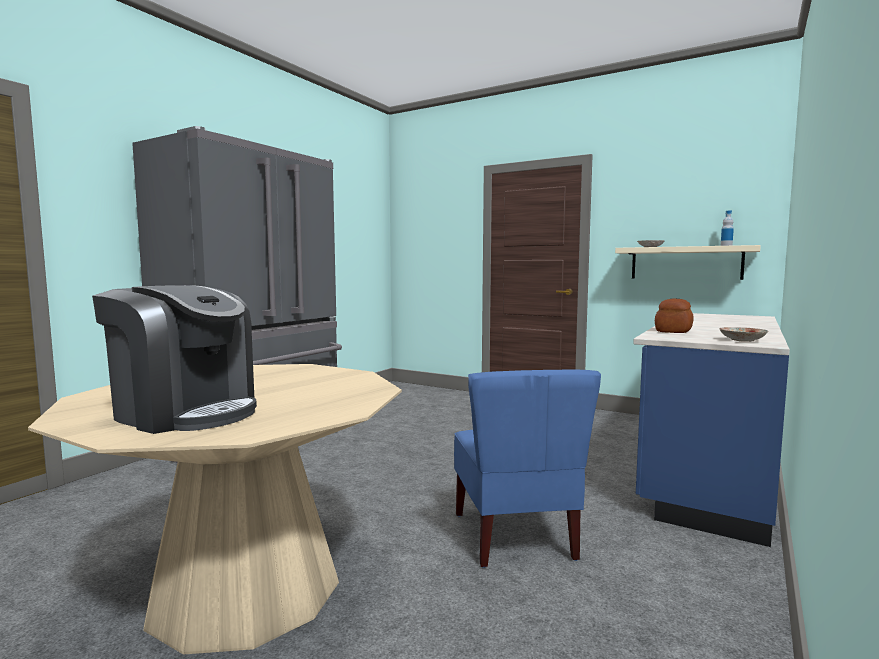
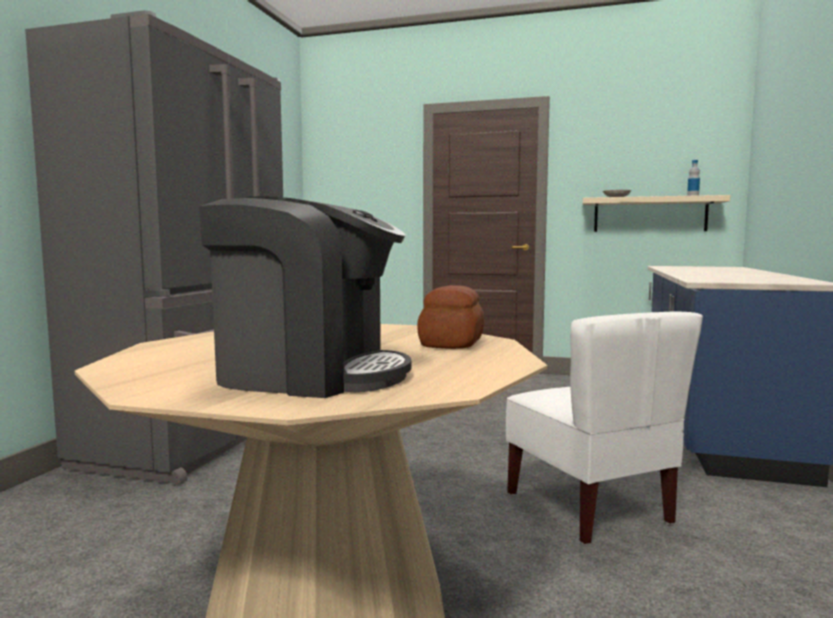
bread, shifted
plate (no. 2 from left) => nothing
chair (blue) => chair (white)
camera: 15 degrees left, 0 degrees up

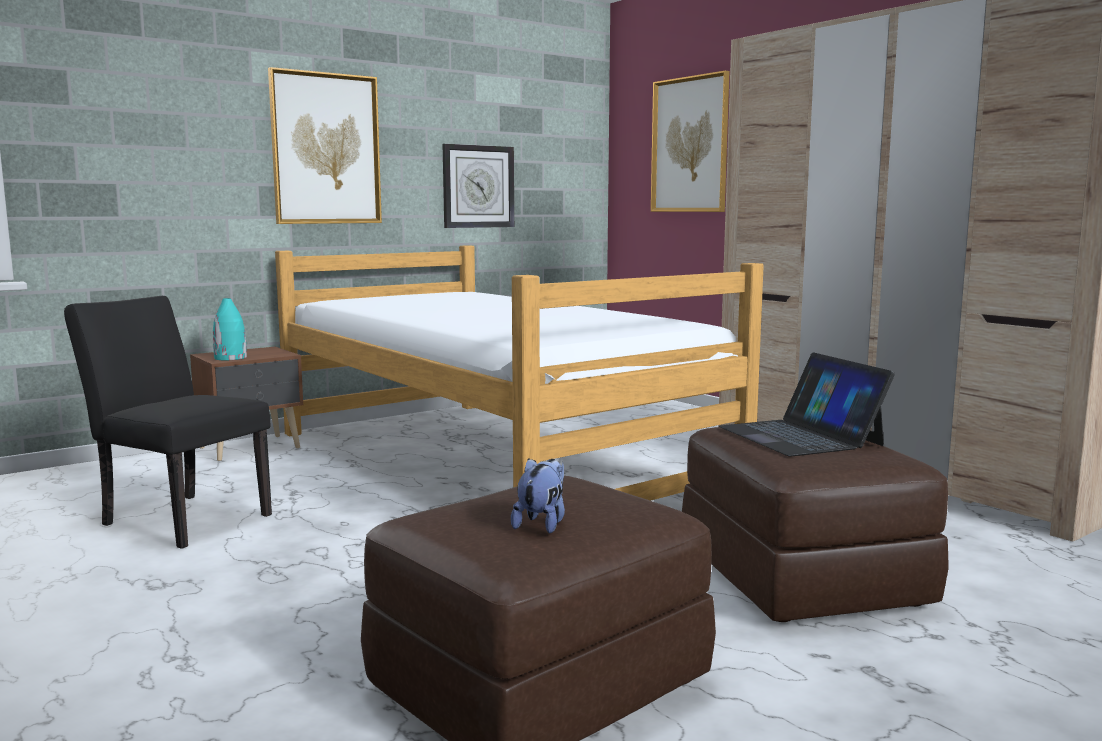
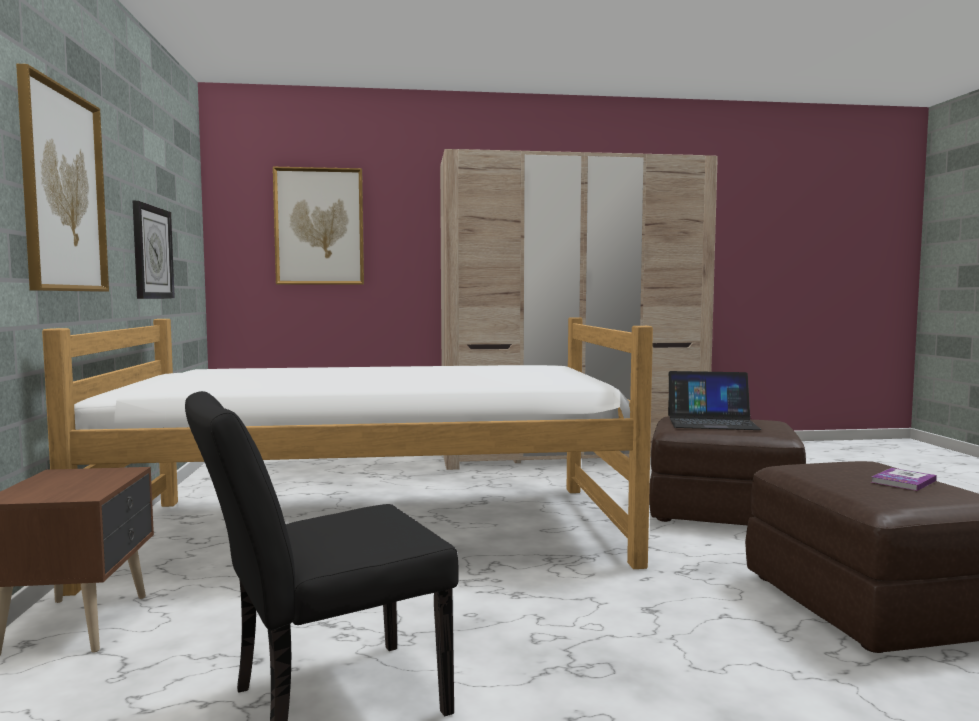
vase (turquoise) => nothing
plush toy => book
camera: 60 degrees left, 5 degrees down

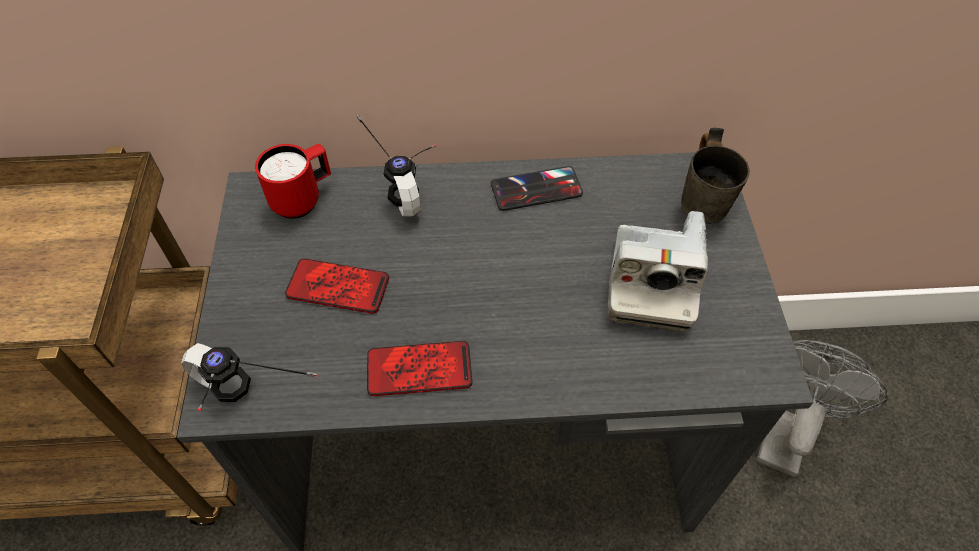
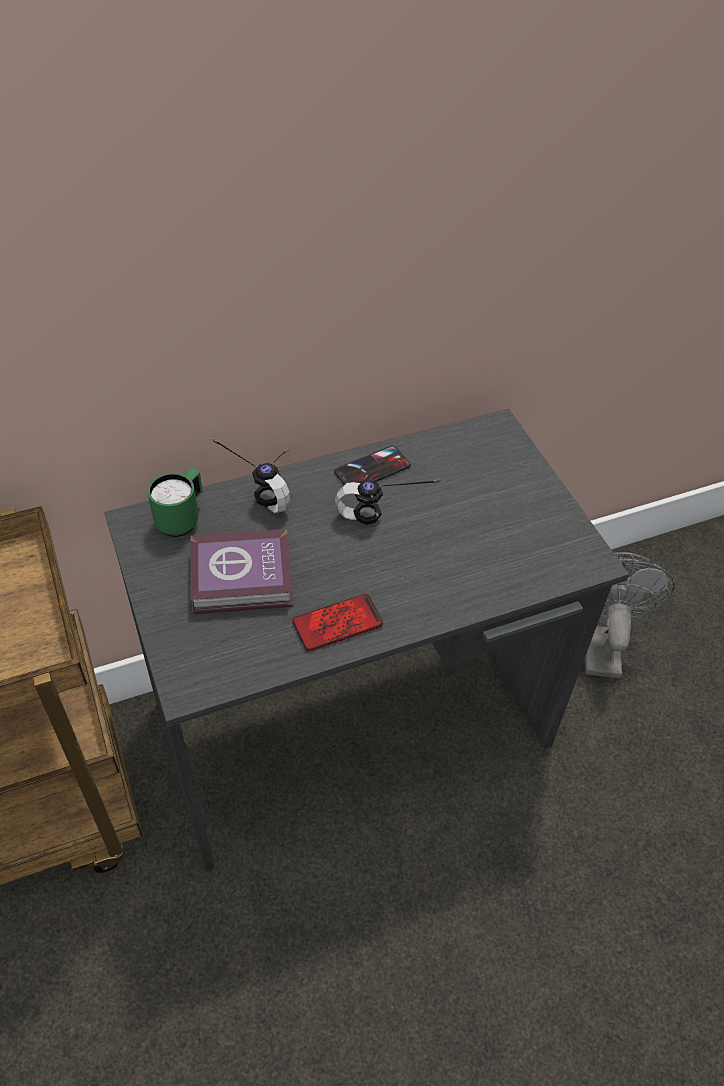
mug (grey) => nothing
mug (red) => mug (green)
photo camera => nothing
phone (no. 1 from left) => book
headphones (no. 1 from left in the first image) => headphones (no. 2 from left), shifted
camera: 20 degrees left, 5 degrees down

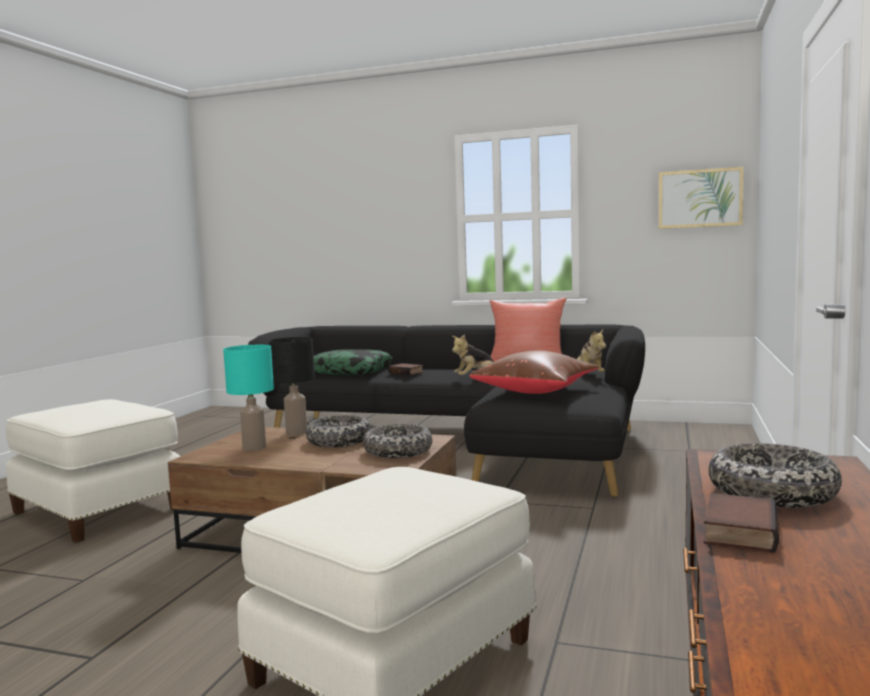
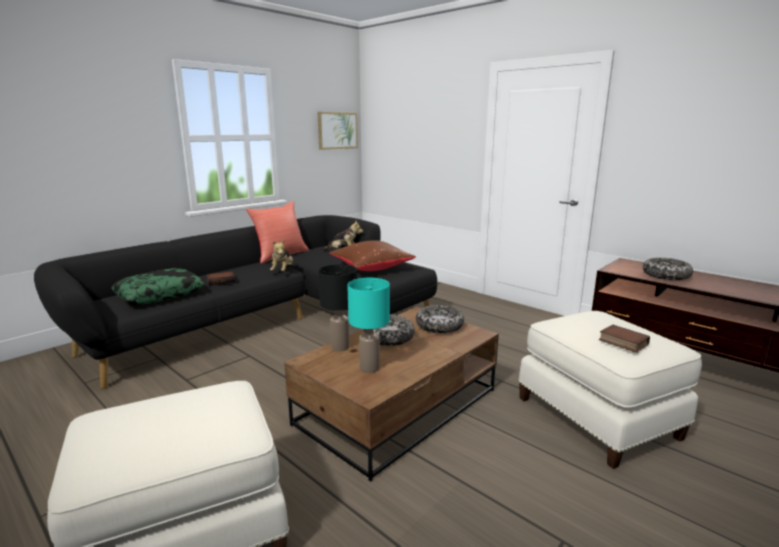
book (no. 2 from left), shifted
camera: 65 degrees left, 10 degrees up

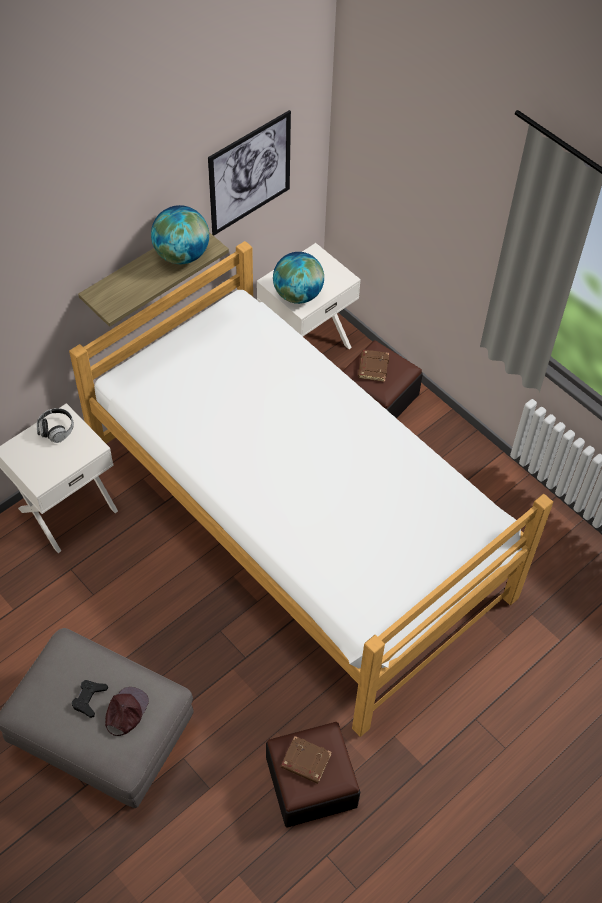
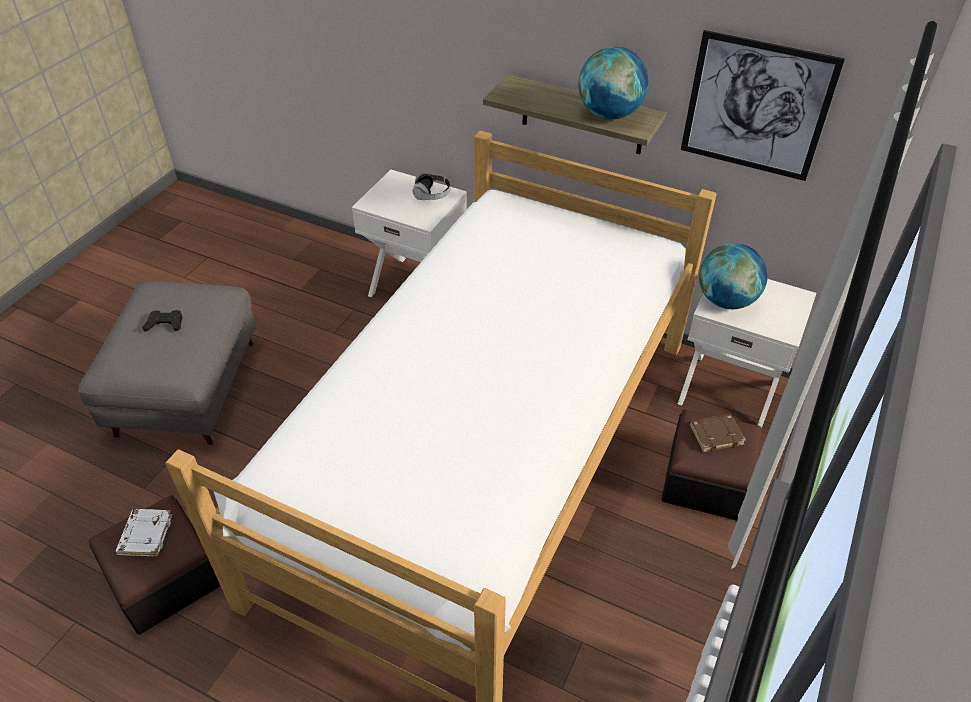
cap (brown) => nothing
book (brown) (no. 1 from left) => book (white)
camera: 70 degrees right, 10 degrees down

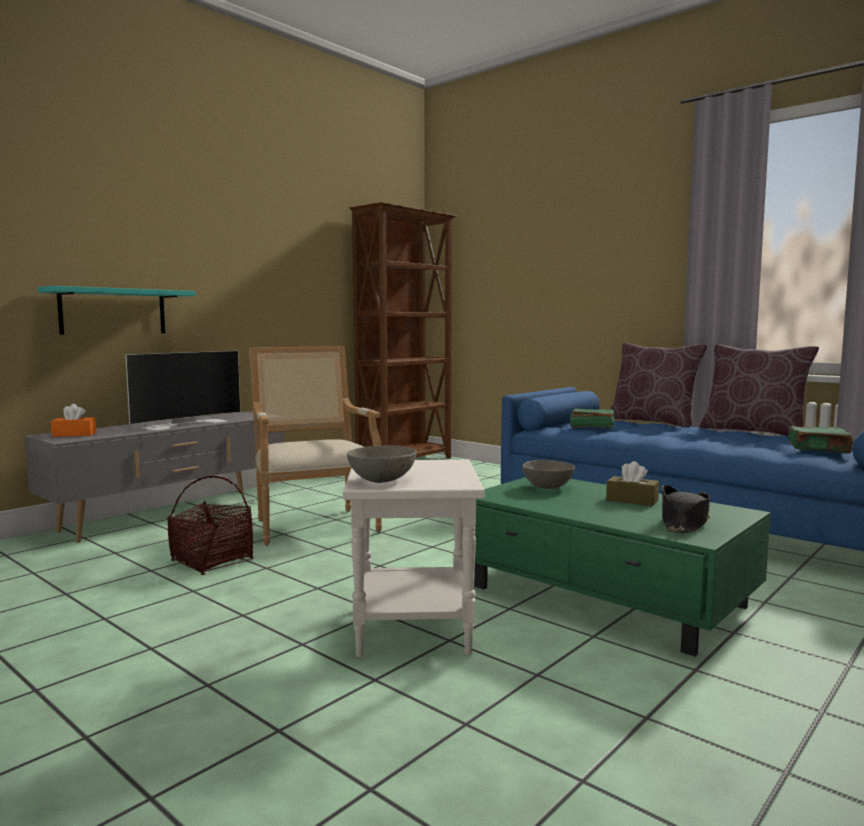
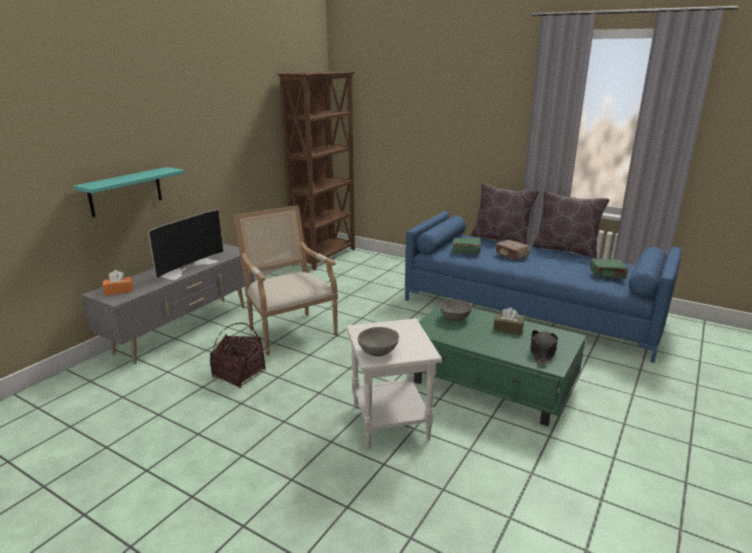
nothing => book (brown)
camera: 10 degrees left, 15 degrees up

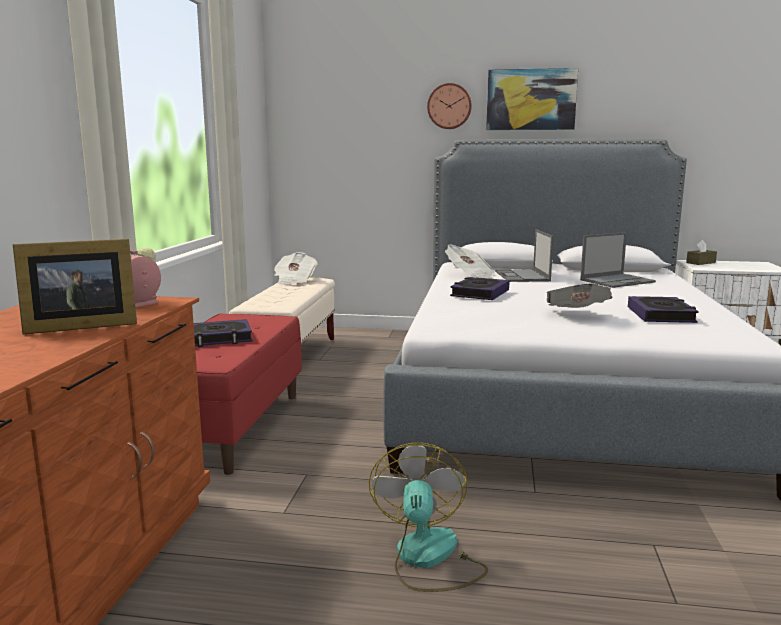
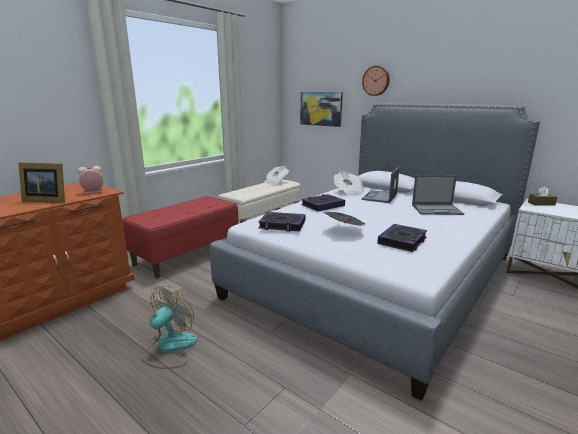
picture, shifted
book (no. 1 from left), shifted
camera: 30 degrees right, 5 degrees up

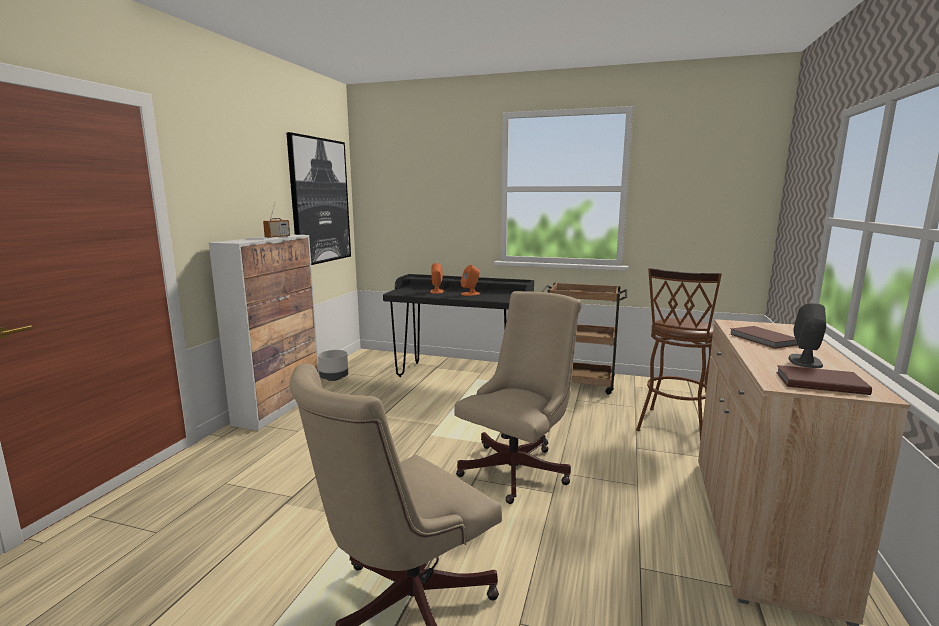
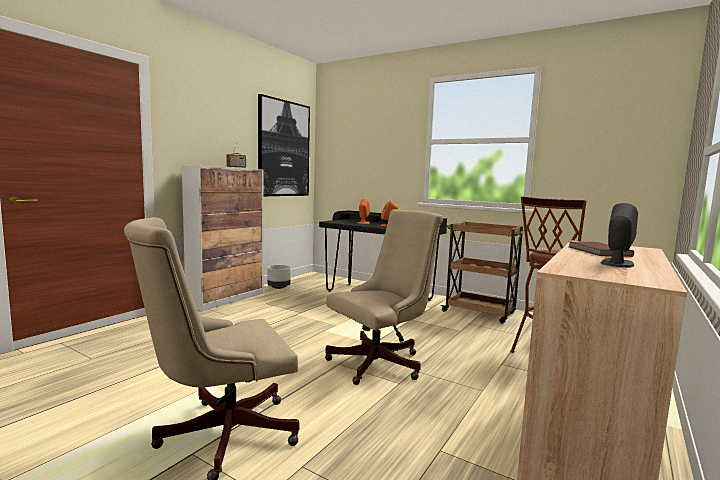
book (brown) (no. 2 from left) => nothing
camera: 15 degrees right, 5 degrees down

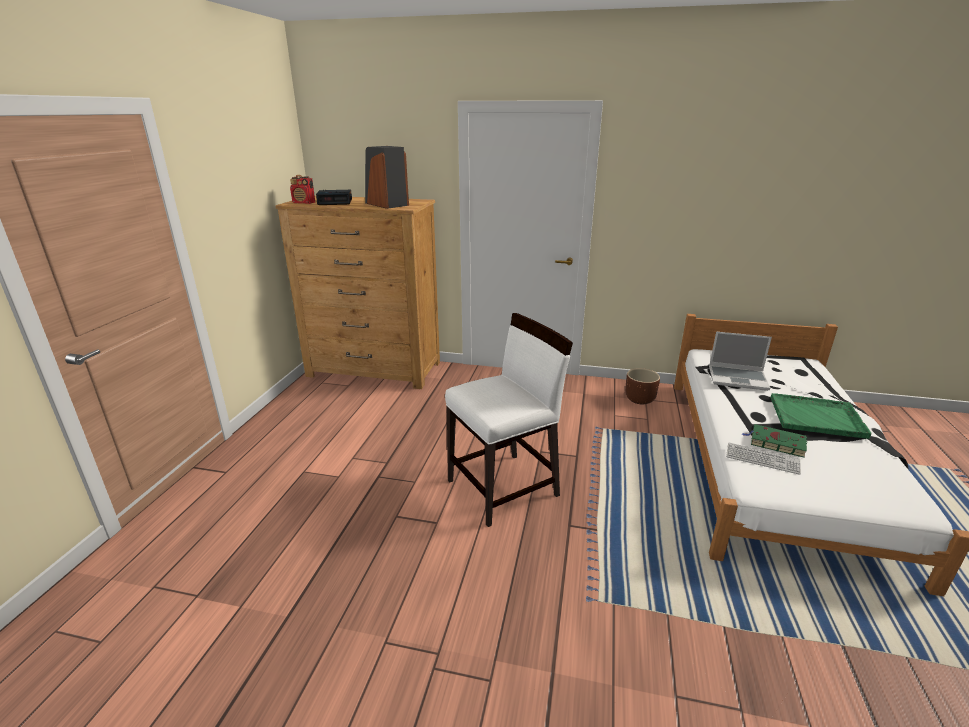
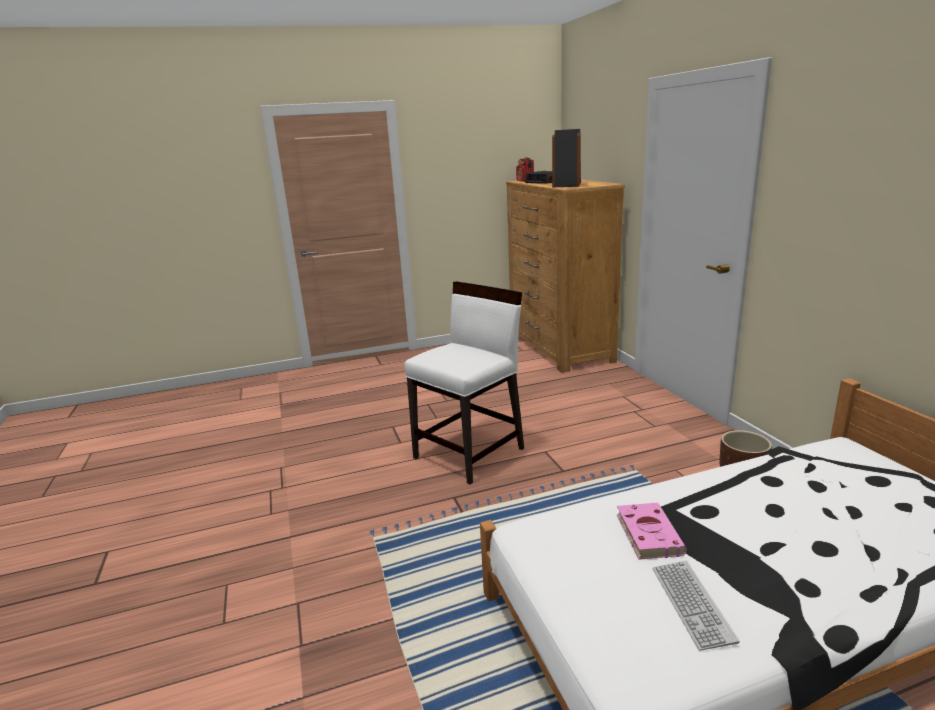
chair (white), 75 degrees counterclockwise
laptop => nothing
tray (green) => nothing
book (green) => book (pink)
keyboard, shifted
camera: 60 degrees right, 5 degrees down

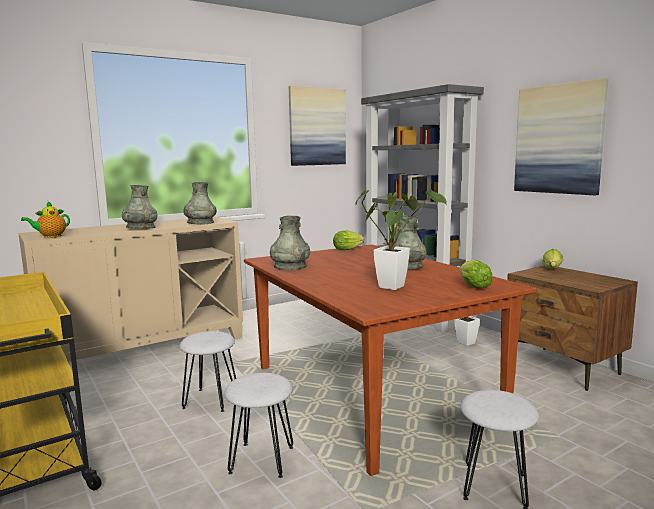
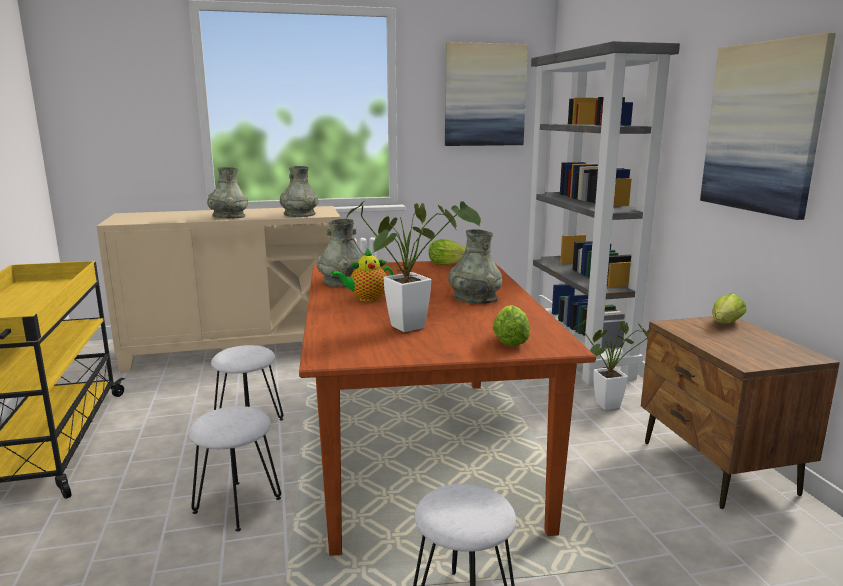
teapot, shifted
camera: 20 degrees right, 5 degrees up

